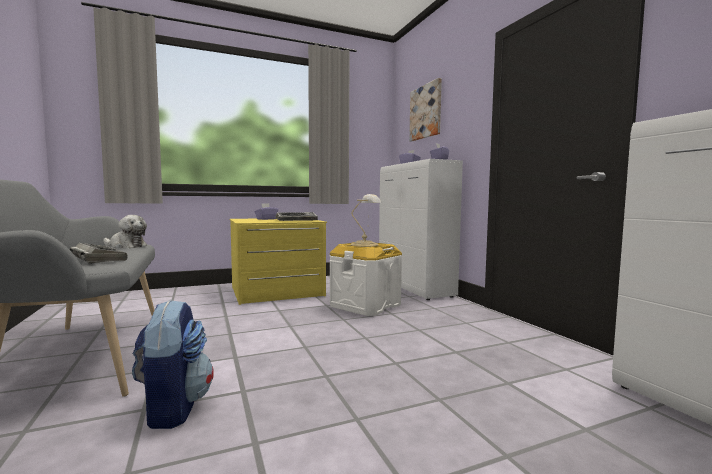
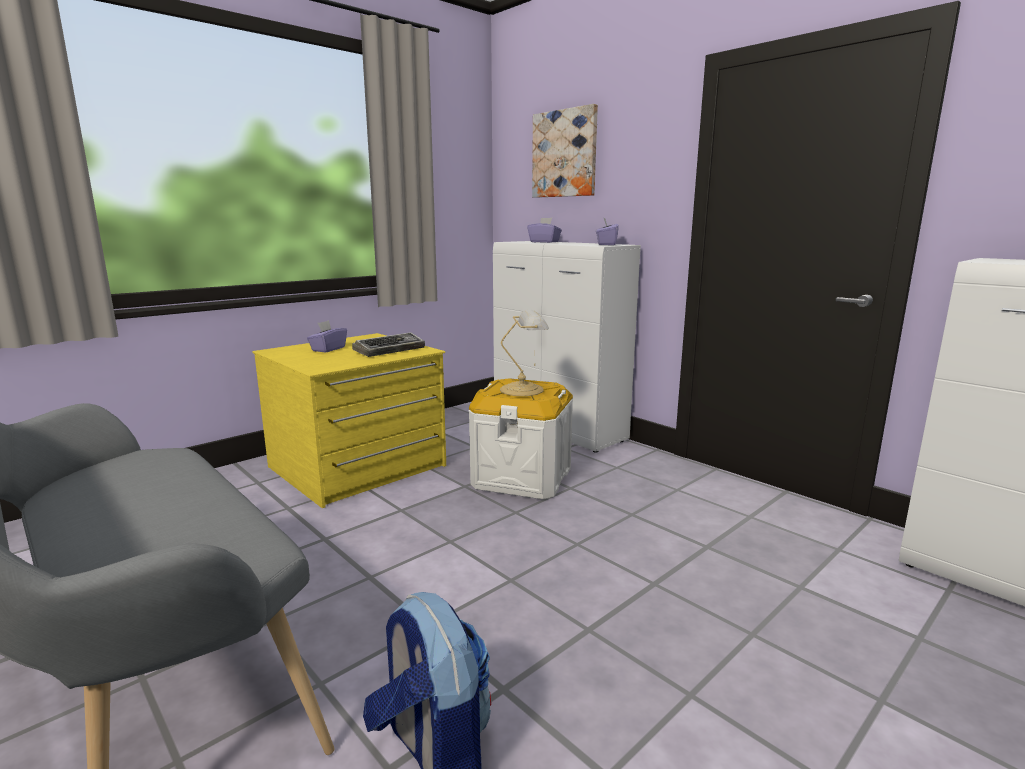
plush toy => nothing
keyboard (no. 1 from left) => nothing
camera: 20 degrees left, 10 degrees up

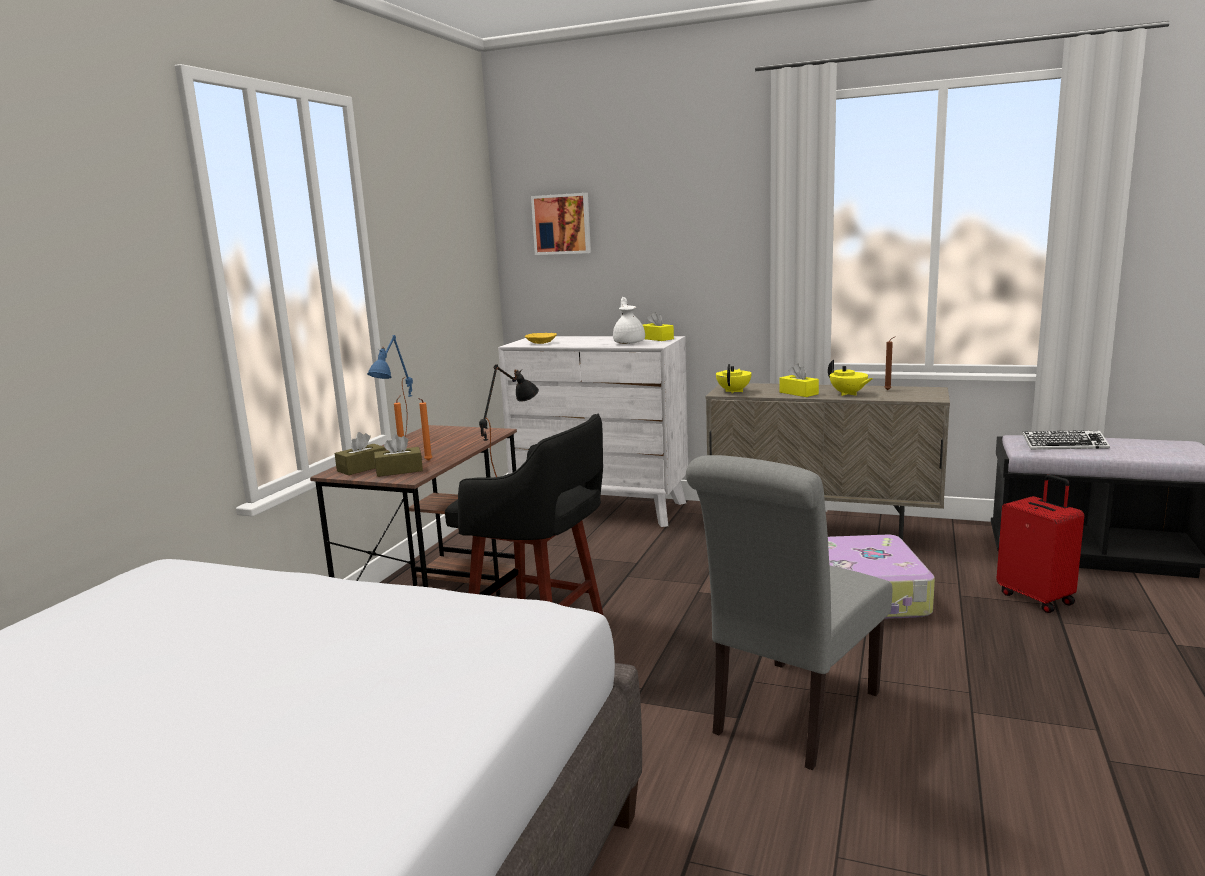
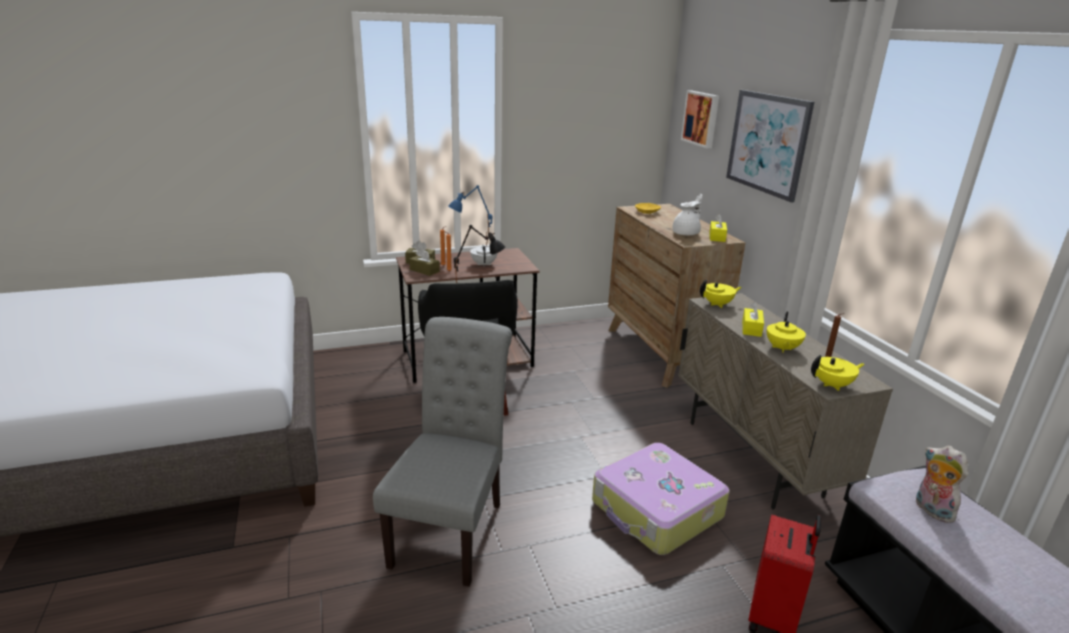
dresser (white) => dresser (brown)
keyboard => plush toy
chair (grey), 105 degrees clockwise
nothing => picture (no. 2 from left)
nothing => teapot (white) (no. 1 from left)
nothing => teapot (yellow) (no. 3 from left)
camera: 50 degrees right, 10 degrees up

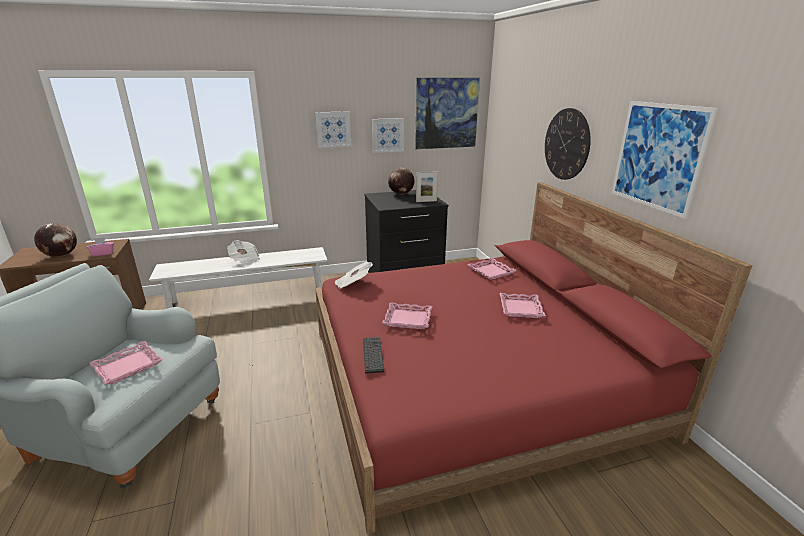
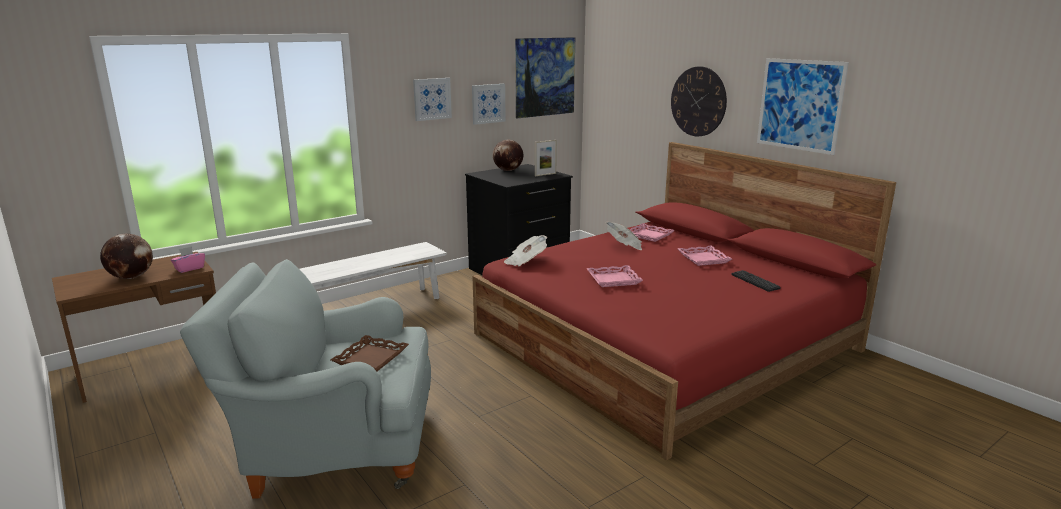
newspaper (no. 1 from left in the first image) => newspaper (no. 2 from left), shifted
keyboard, shifted
tray (pink) (no. 1 from left) => tray (brown)
camera: 20 degrees left, 5 degrees down

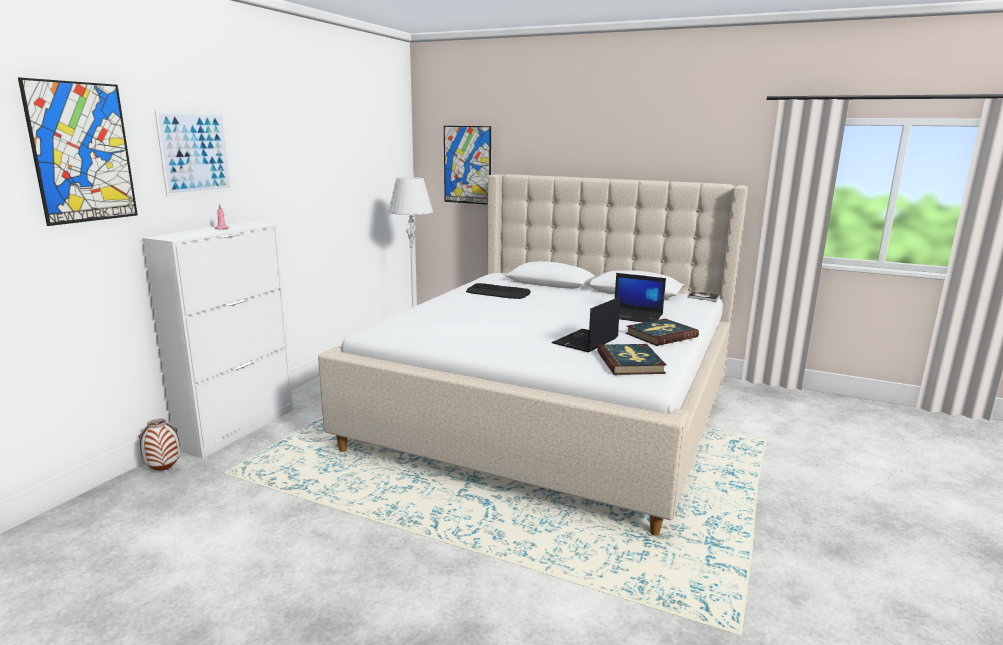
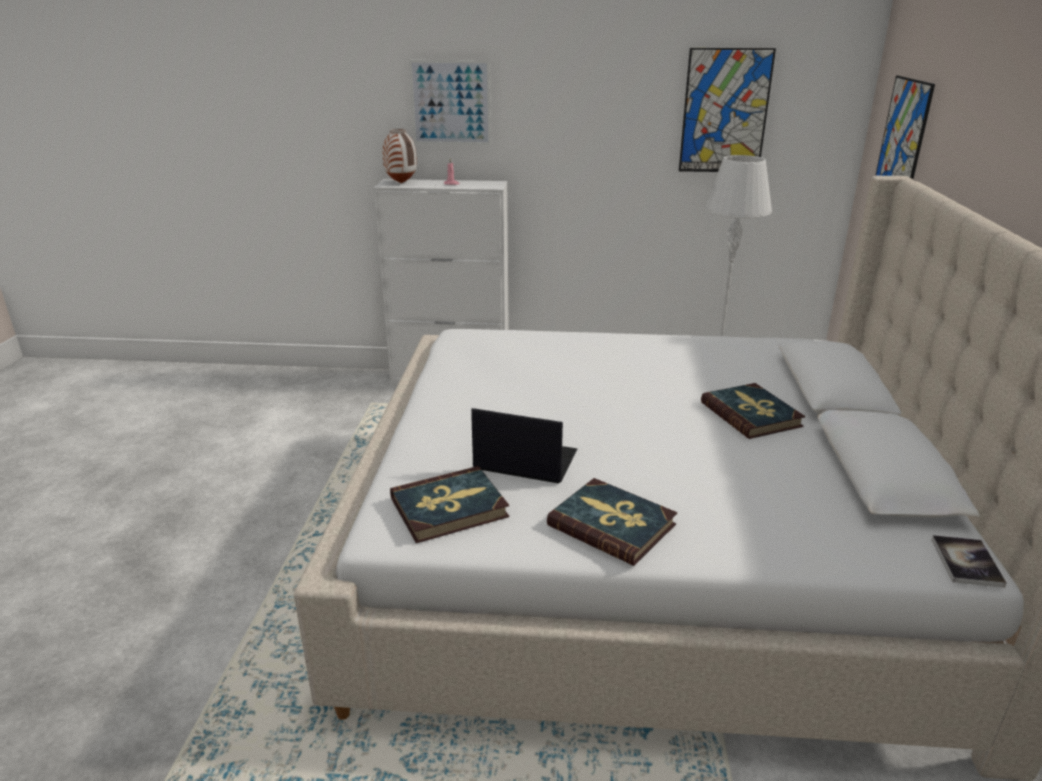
picture (no. 1 from left in the first image) => picture (no. 2 from left), shifted
laptop (no. 2 from left) => nothing
keyboard => nothing
vase, shifted
nothing => book (no. 3 from left)
camera: 70 degrees right, 10 degrees up

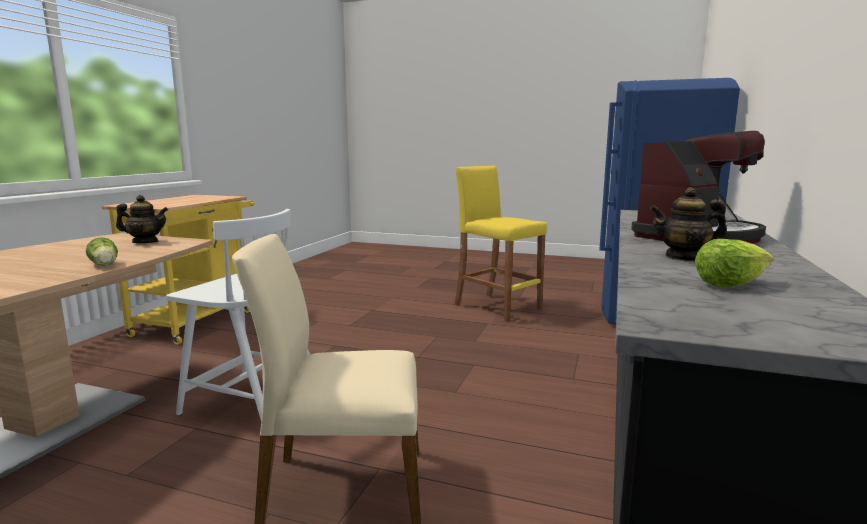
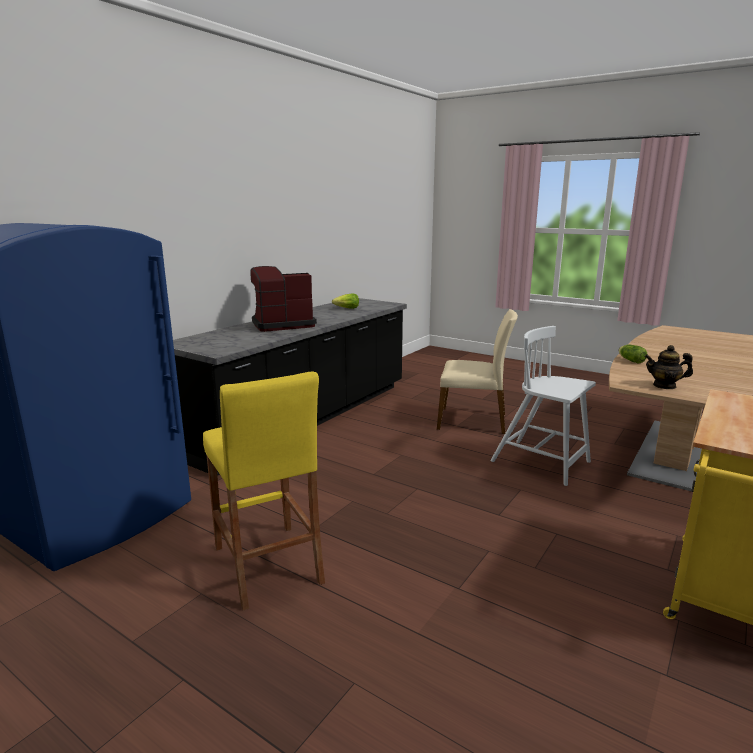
teapot (no. 2 from left) => nothing
camera: 165 degrees left, 5 degrees up

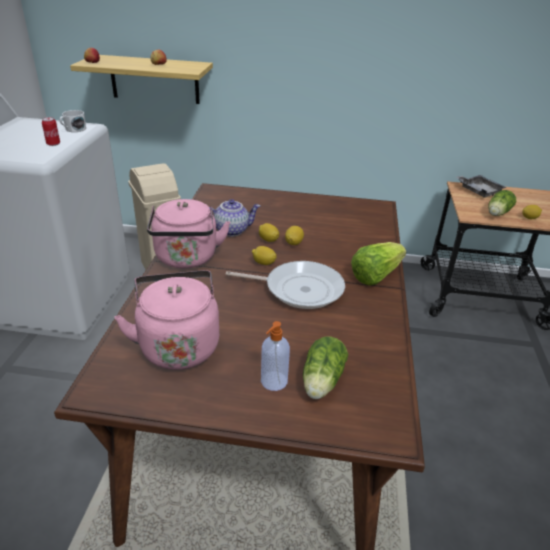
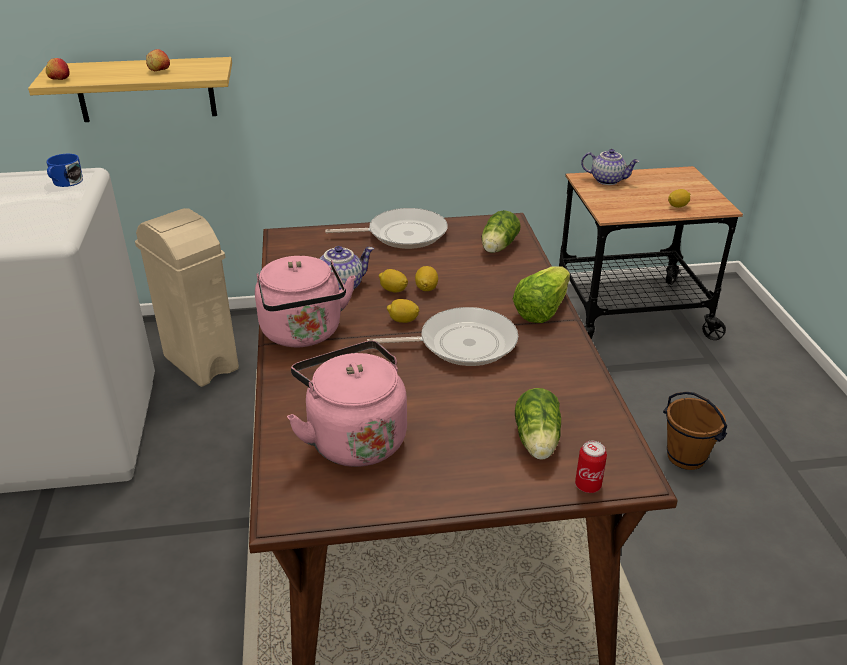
mug (white) => mug (blue)
can, shifted
tray (grey) => teapot (no. 2 from left)
lettuce (no. 3 from left in the first image) => lettuce (no. 1 from left), shifted
soap dispenser => nothing
nothing => frying pan (no. 1 from left)
nothing => bucket (brown)
camera: 15 degrees left, 0 degrees up

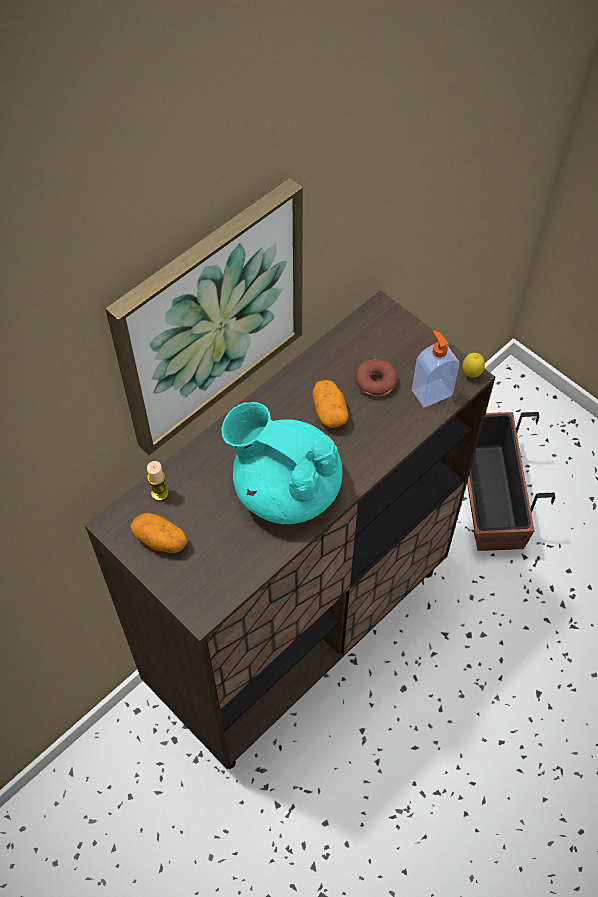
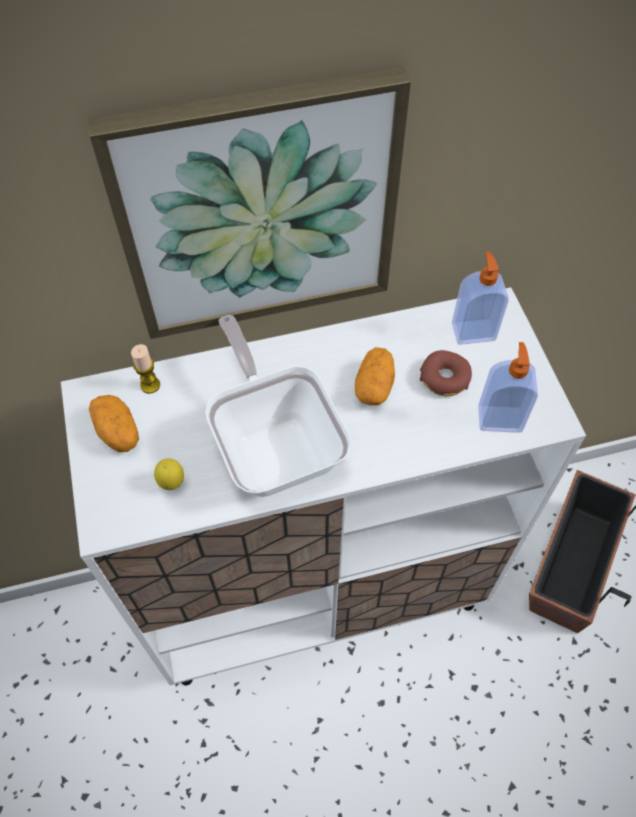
cabinet (brown) => cabinet (white)
lemon, shifted
teapot (turquoise) => frying pan
nothing => soap dispenser (no. 1 from left)
camera: 30 degrees right, 0 degrees up

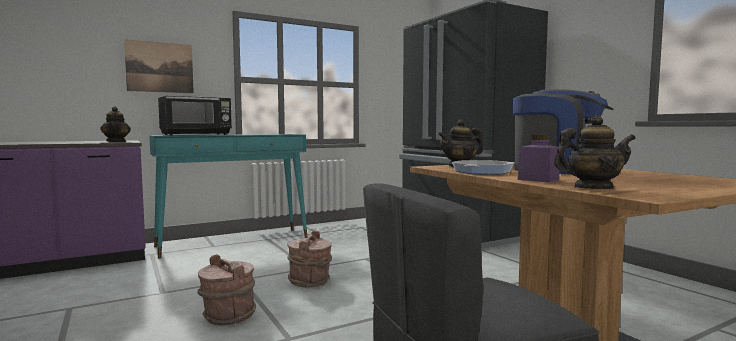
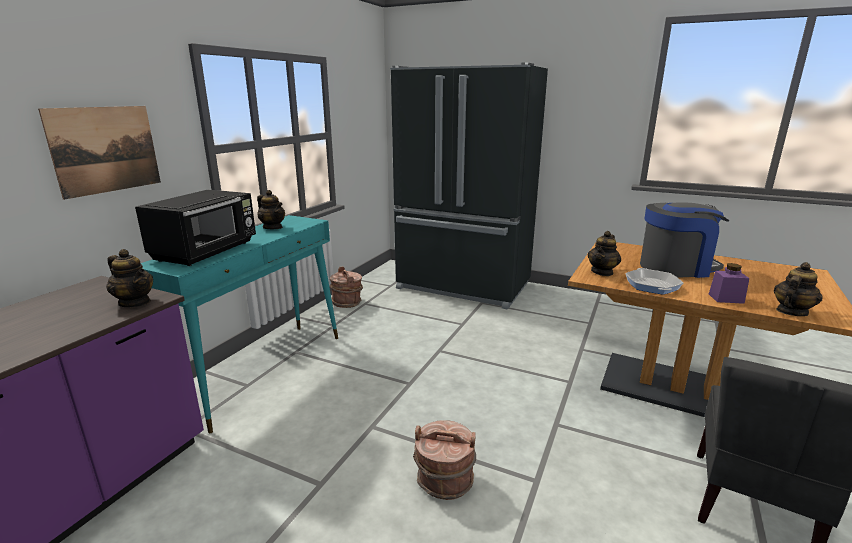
bucket (brown) (no. 2 from left in the first image) => bucket (brown) (no. 1 from left), shifted
nothing => teapot (no. 2 from left)
camera: 35 degrees left, 15 degrees up

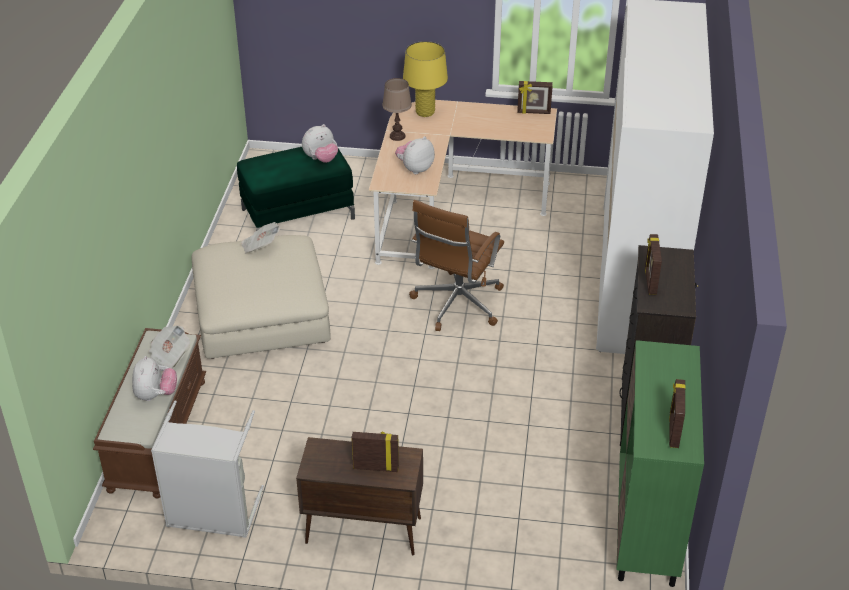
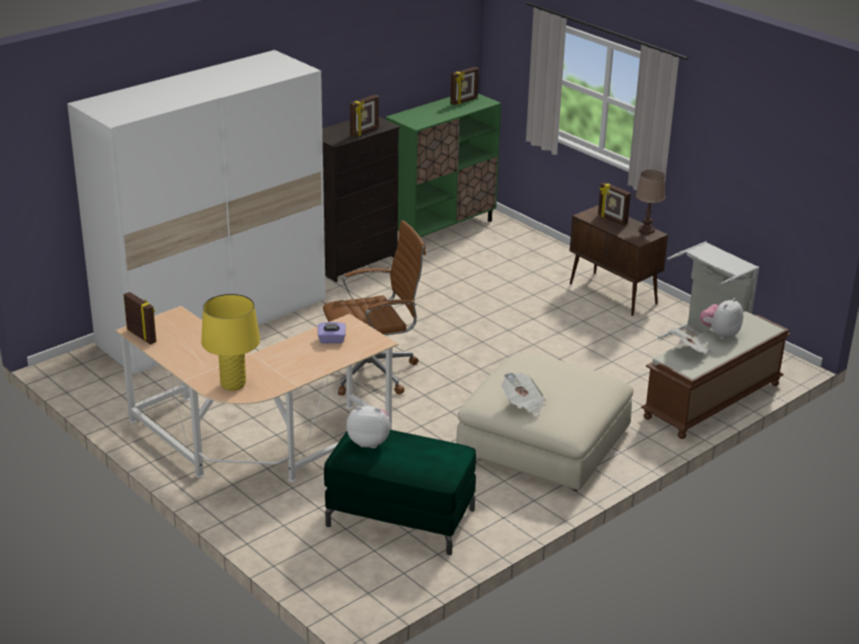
table lamp (brown), shifted
plush toy (no. 3 from left) => tissue box (purple)
camera: 140 degrees left, 10 degrees down

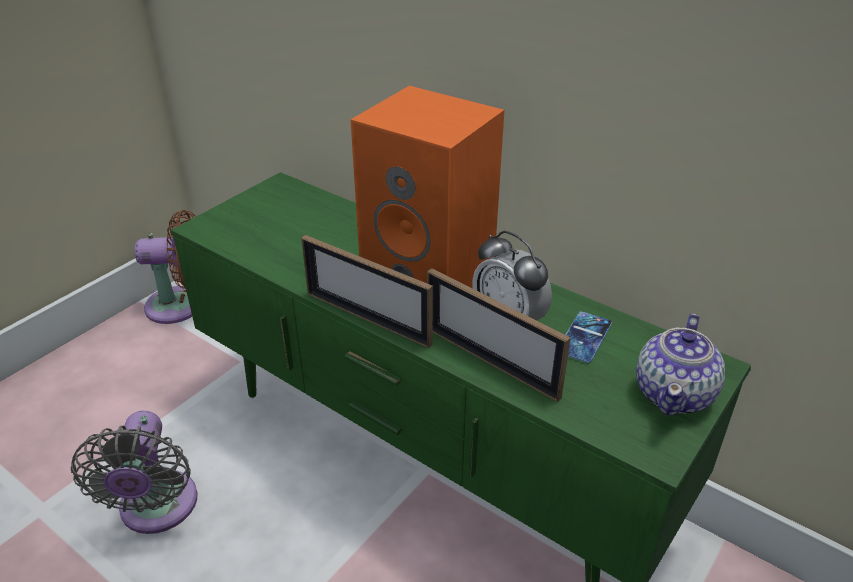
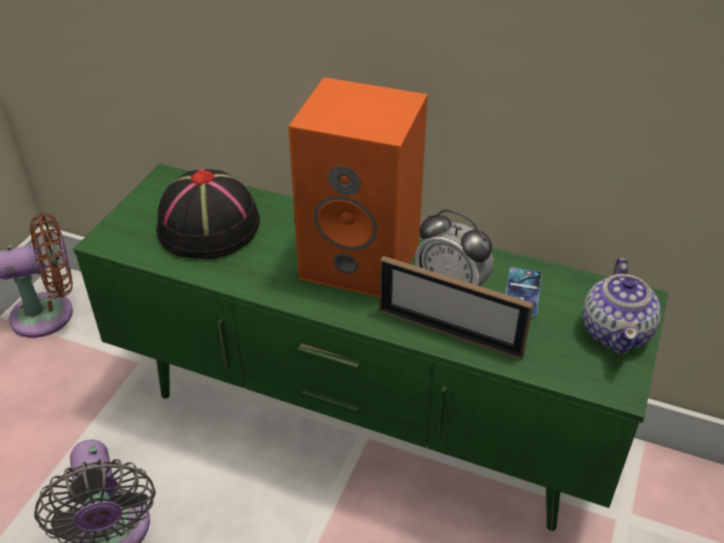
picture frame (no. 1 from left) => nothing
nothing => hat (black)
camera: 15 degrees left, 5 degrees up

